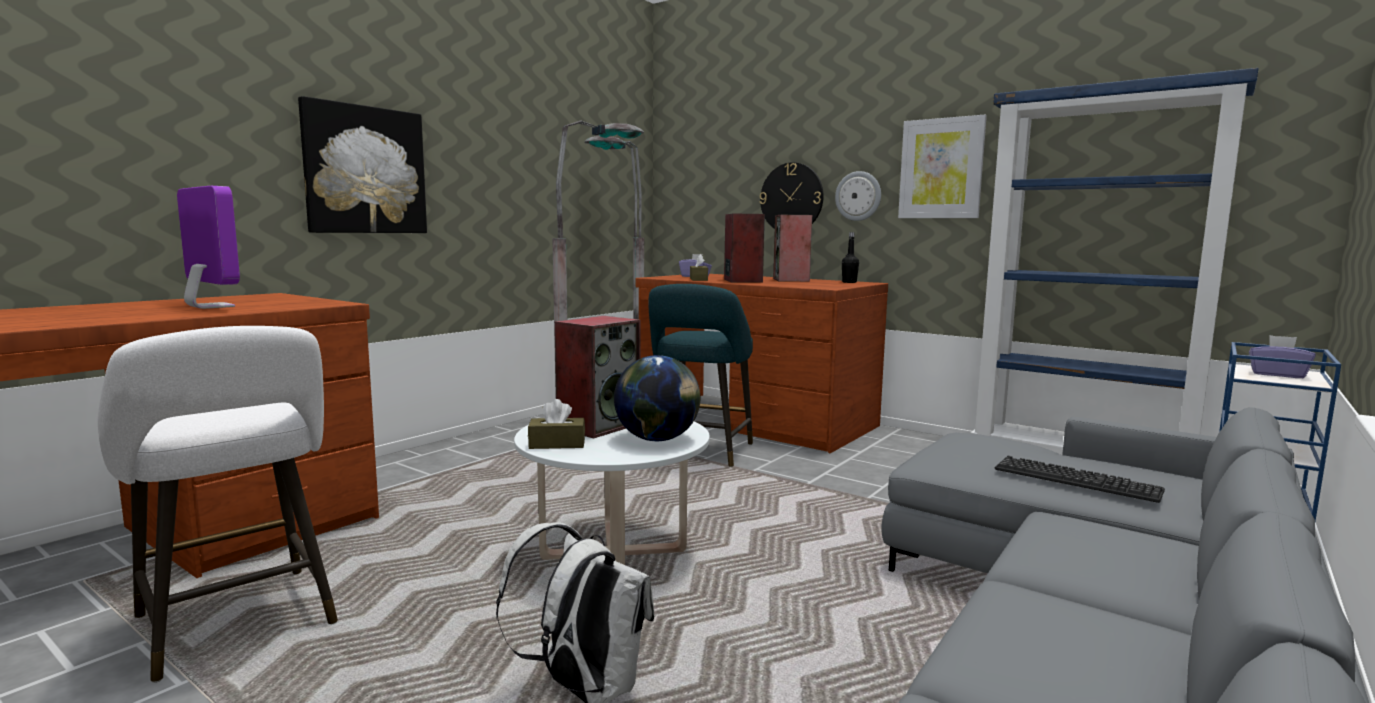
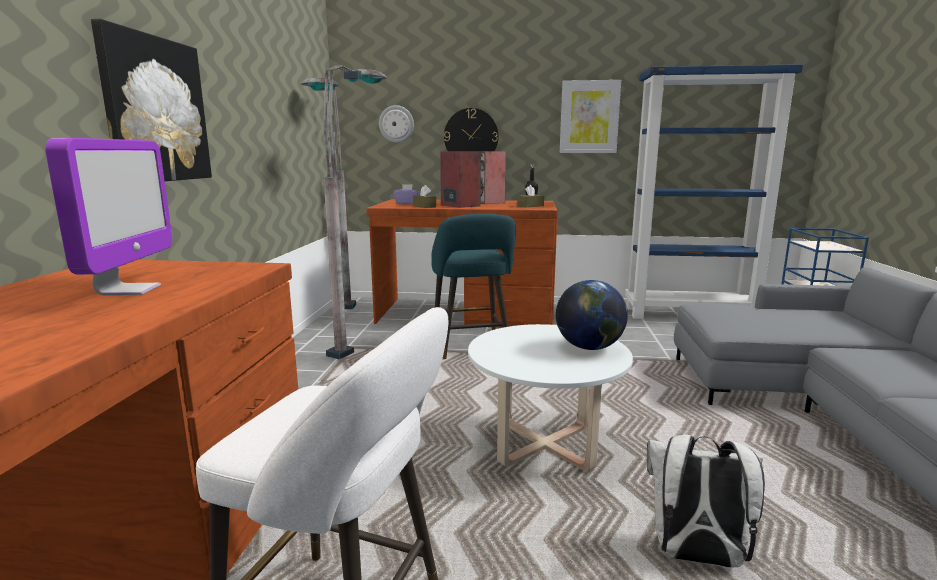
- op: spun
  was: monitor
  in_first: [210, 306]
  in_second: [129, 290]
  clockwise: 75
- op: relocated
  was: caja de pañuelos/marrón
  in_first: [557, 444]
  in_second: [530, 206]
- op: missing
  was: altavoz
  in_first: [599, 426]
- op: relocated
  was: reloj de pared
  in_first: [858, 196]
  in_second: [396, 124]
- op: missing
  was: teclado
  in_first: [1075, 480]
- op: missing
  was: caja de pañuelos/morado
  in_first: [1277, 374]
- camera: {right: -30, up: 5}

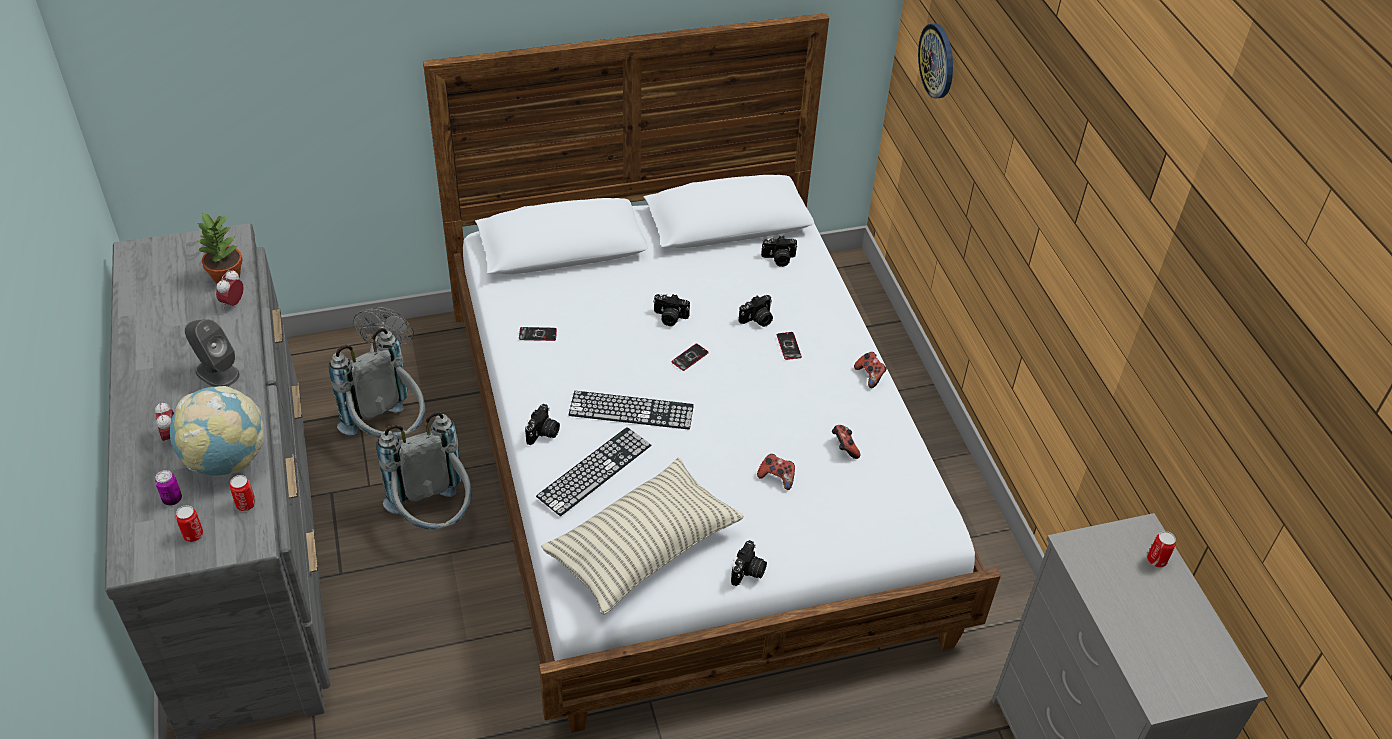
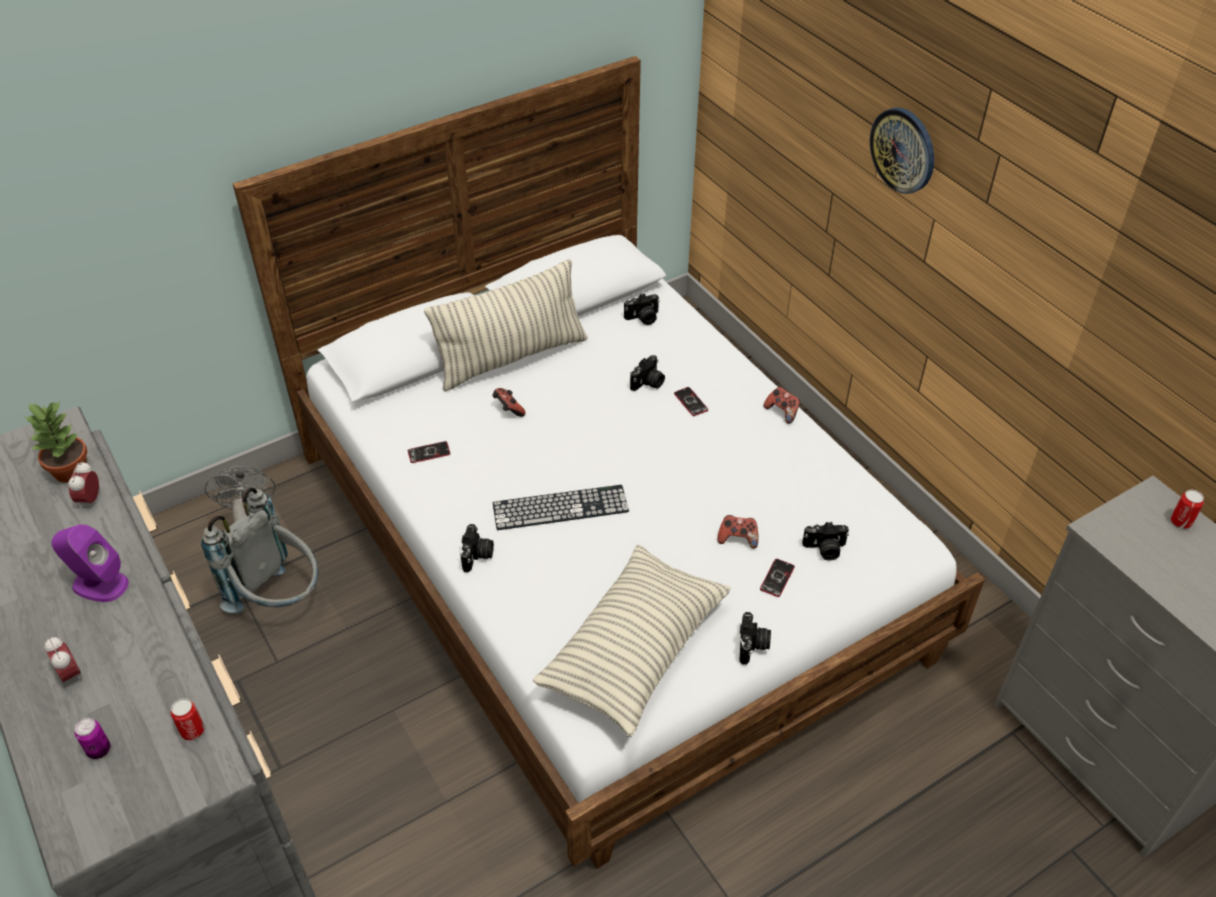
- op: missing
  was: globo terráqueo
  in_first: [226, 460]
- op: missing
  was: lata
  in_first: [193, 535]
- op: colour
  was: altavoz/gris
  now: altavoz/morado
  in_first: [217, 372]
  in_second: [99, 584]
- op: missing
  was: mochila/gris
  in_first: [435, 518]
- op: missing
  was: teclado
  in_first: [594, 471]
- op: relocated
  was: cámara
  in_first: [669, 318]
  in_second: [824, 549]
- op: relocated
  was: móvil
  in_first: [690, 357]
  in_second: [777, 578]
- op: relocated
  was: mando de consola
  in_first: [844, 448]
  in_second: [508, 409]
- op: relocated
  was: reloj de pared
  in_first: [937, 60]
  in_second: [903, 150]
- op: appeared
  now: cojín
  in_second: [511, 357]
- camera: {right: -15, up: 0}

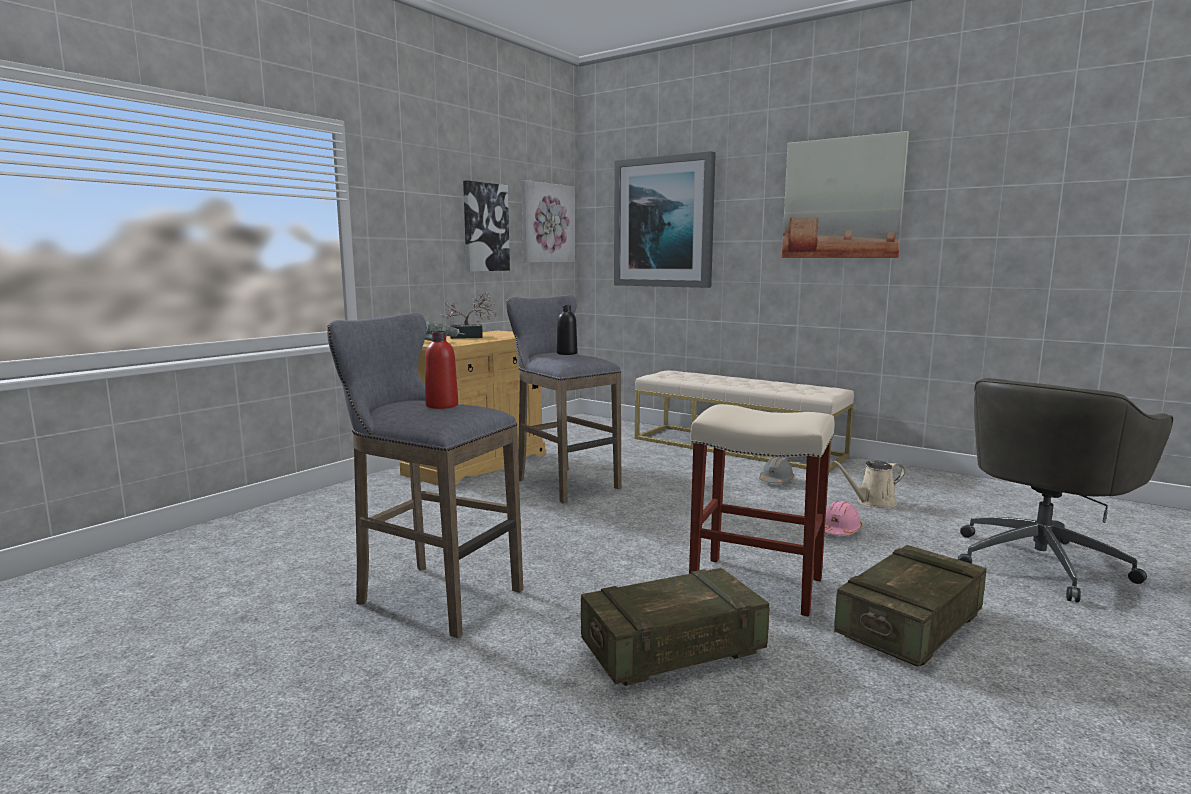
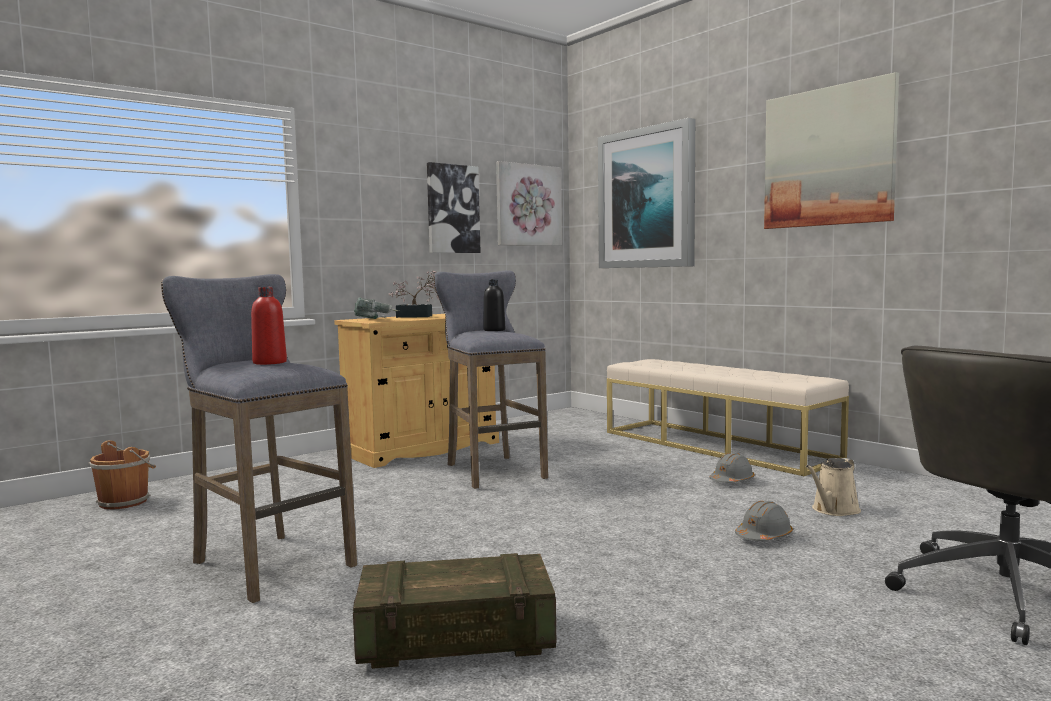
- op: missing
  was: taburete/beis
  in_first: [758, 585]
- op: colour
  was: casco/rosa
  now: casco/gris
  in_first: [839, 530]
  in_second: [763, 537]
- op: spun
  was: regadera/beis
  in_first: [872, 502]
  in_second: [833, 510]
  clockwise: -45
- op: missing
  was: caja de embalaje
  in_first: [909, 626]
- op: appeared
  now: cubo/marrón
  in_second: [126, 501]
- camera: {right: 15, up: -5}

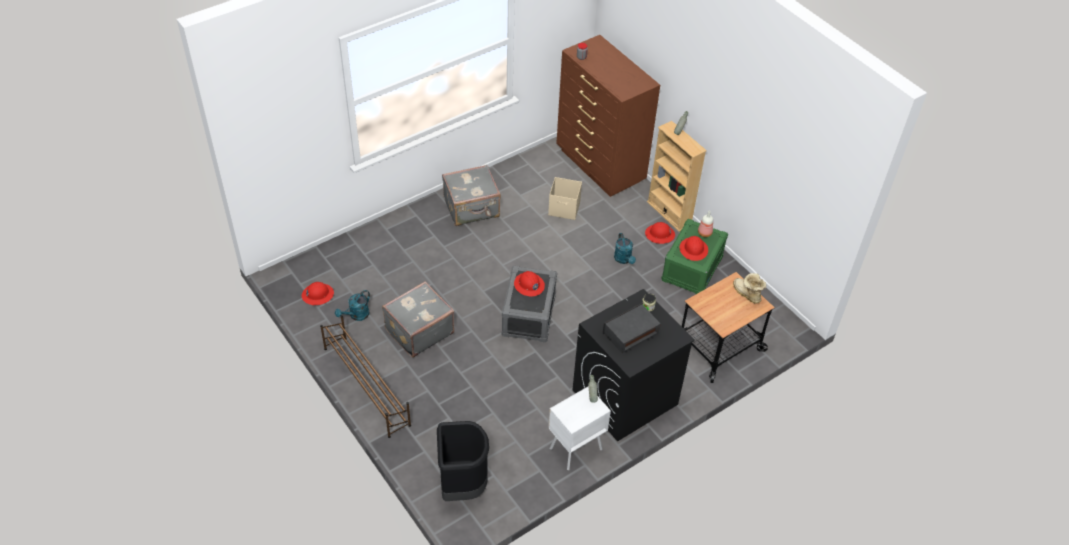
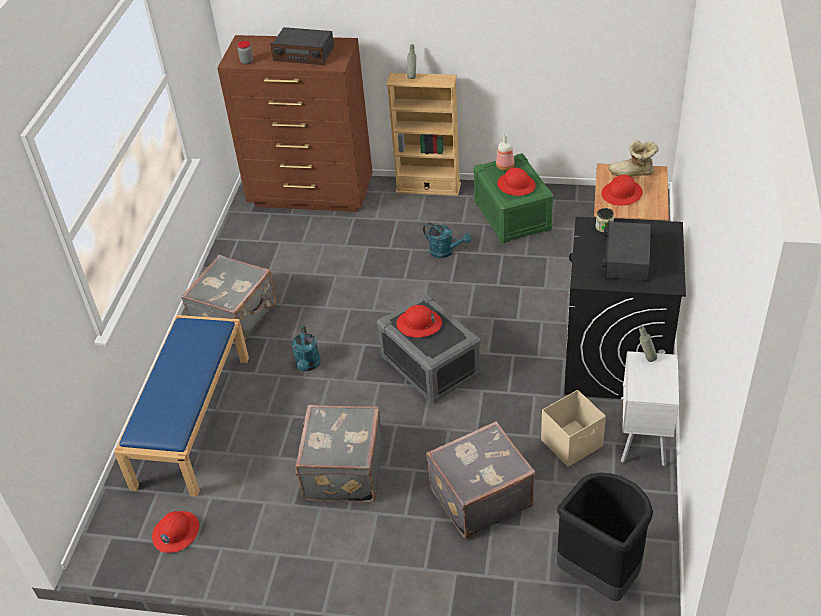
- op: missing
  was: zapatero/marrón
  in_first: [366, 385]
- op: relocated
  was: regadera/turquesa
  in_first: [356, 316]
  in_second: [308, 365]
- op: relocated
  was: caja de almacenaje/beis
  in_first: [564, 209]
  in_second: [572, 443]
- op: relocated
  was: casco/rojo
  in_first: [660, 234]
  in_second: [622, 194]
- op: appeared
  now: banco/azul
  in_second: [192, 419]
- op: appeared
  now: radio
  in_second: [304, 54]
- op: appeared
  now: maleta/gris
  in_second: [479, 496]
- camera: {right: -40, up: -5}

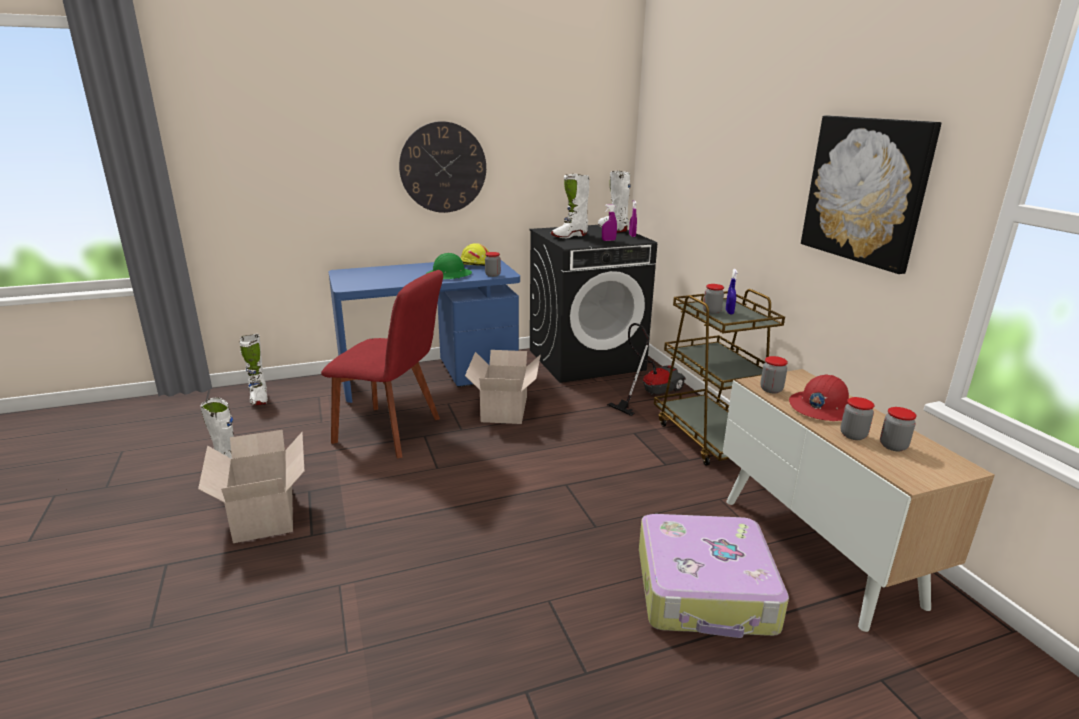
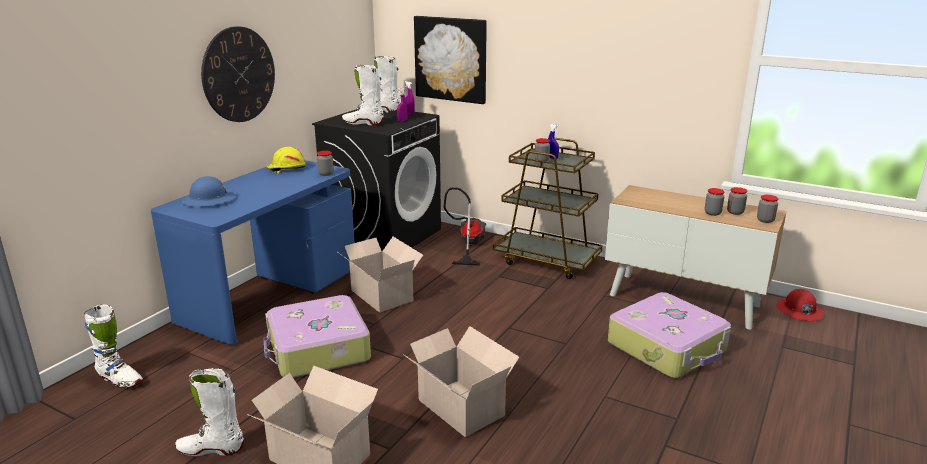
- op: exchanged
  was: silla/rojo
  now: maleta
  in_first: [392, 431]
  in_second: [318, 349]
- op: missing
  was: casco/verde
  in_first: [449, 275]
- op: spun
  was: bota/blanco
  in_first: [569, 236]
  in_second: [363, 123]
  clockwise: 90
- op: relocated
  was: tarro
  in_first: [771, 389]
  in_second: [765, 220]
- op: relocated
  was: casco/rojo
  in_first: [822, 407]
  in_second: [799, 311]
- op: relocated
  was: cuadro
  in_first: [866, 190]
  in_second: [451, 59]
- op: appeared
  now: casco/azul
  in_second: [209, 200]
- op: appeared
  now: caja de cartón
  in_second: [459, 406]
- camera: {right: -40, up: 0}

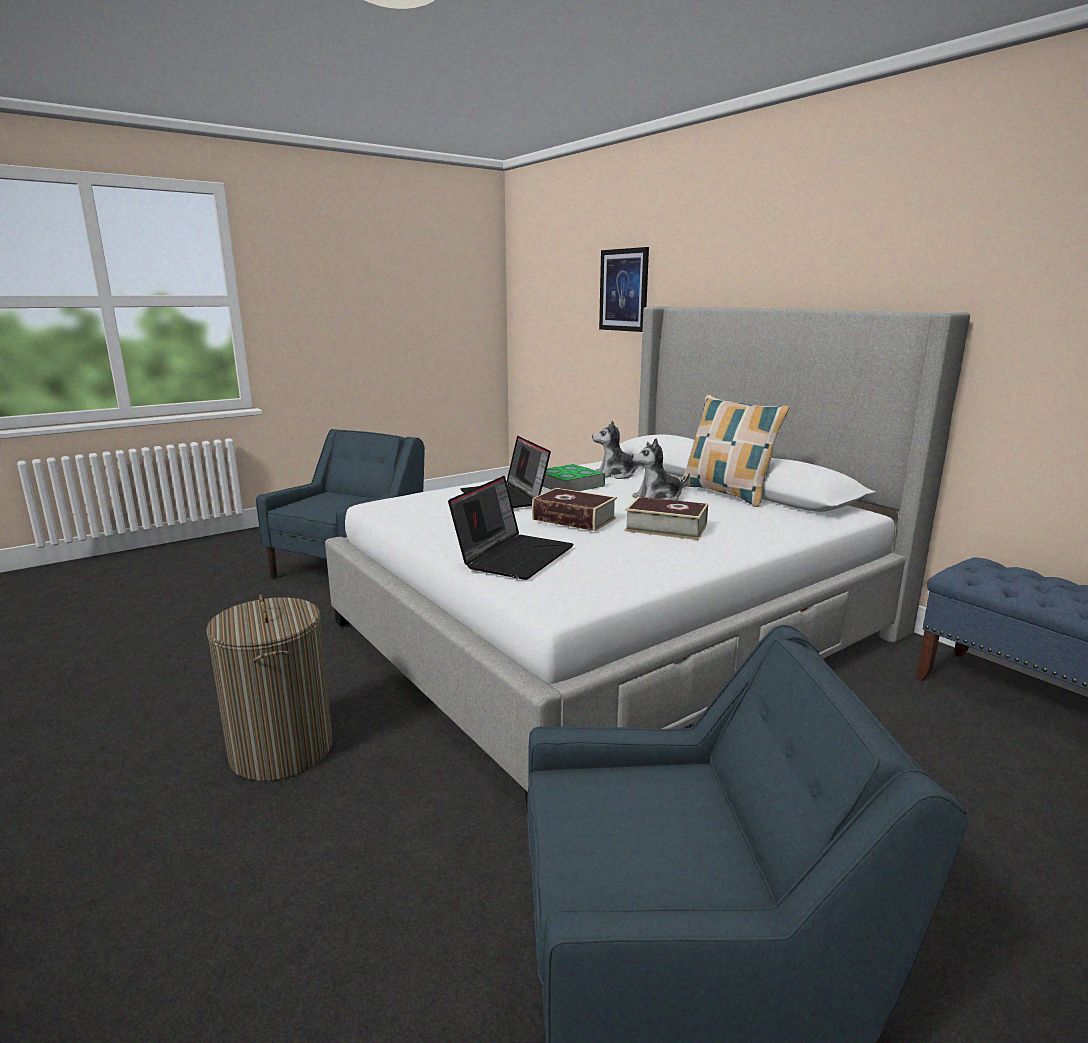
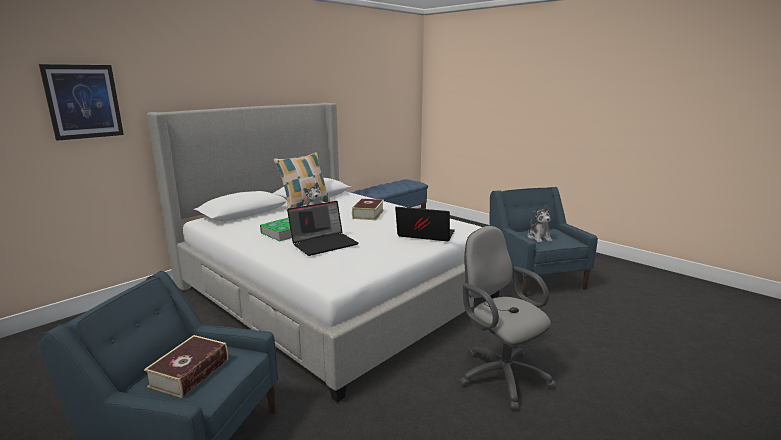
- op: exchanged
  was: cesto de la ropa
  now: silla de oficina/gris
  in_first: [282, 750]
  in_second: [499, 374]
- op: relocated
  was: libro
  in_first: [574, 519]
  in_second: [190, 373]
- op: relocated
  was: peluche
  in_first: [615, 475]
  in_second: [539, 238]
- camera: {right: -100, up: 0}

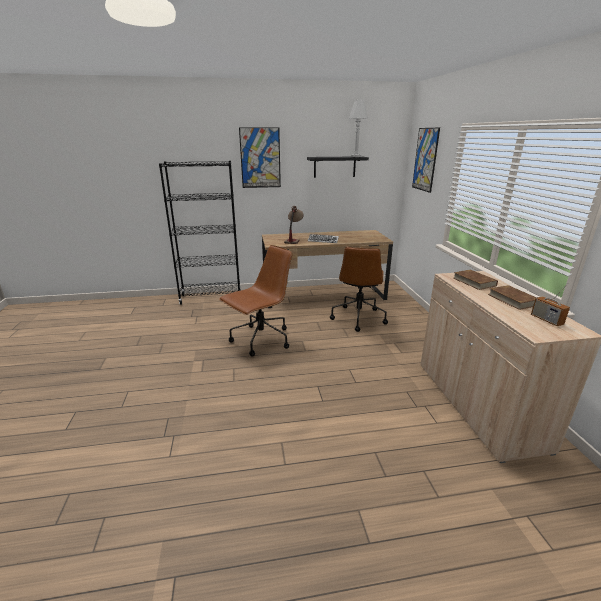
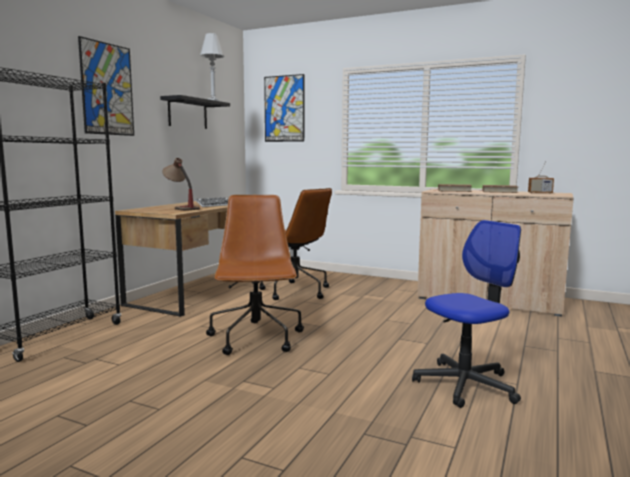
- op: appeared
  now: silla de oficina
  in_second: [465, 385]
- camera: {right: -55, up: -15}

